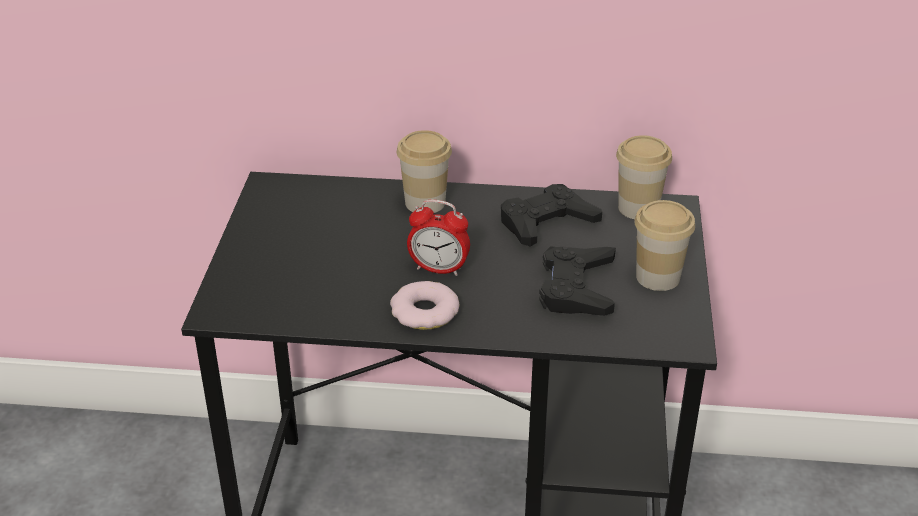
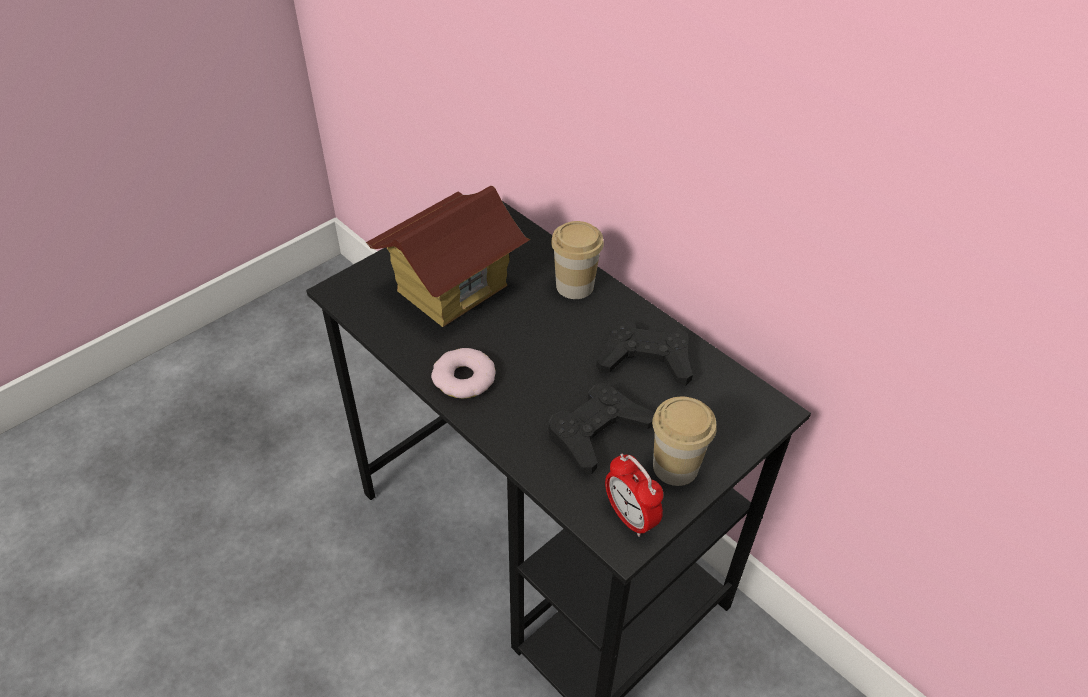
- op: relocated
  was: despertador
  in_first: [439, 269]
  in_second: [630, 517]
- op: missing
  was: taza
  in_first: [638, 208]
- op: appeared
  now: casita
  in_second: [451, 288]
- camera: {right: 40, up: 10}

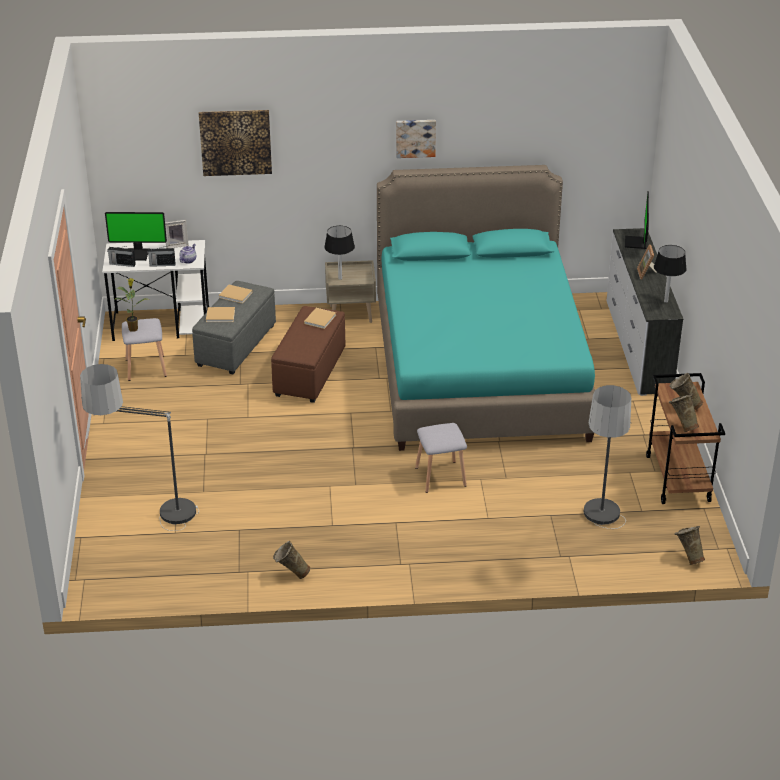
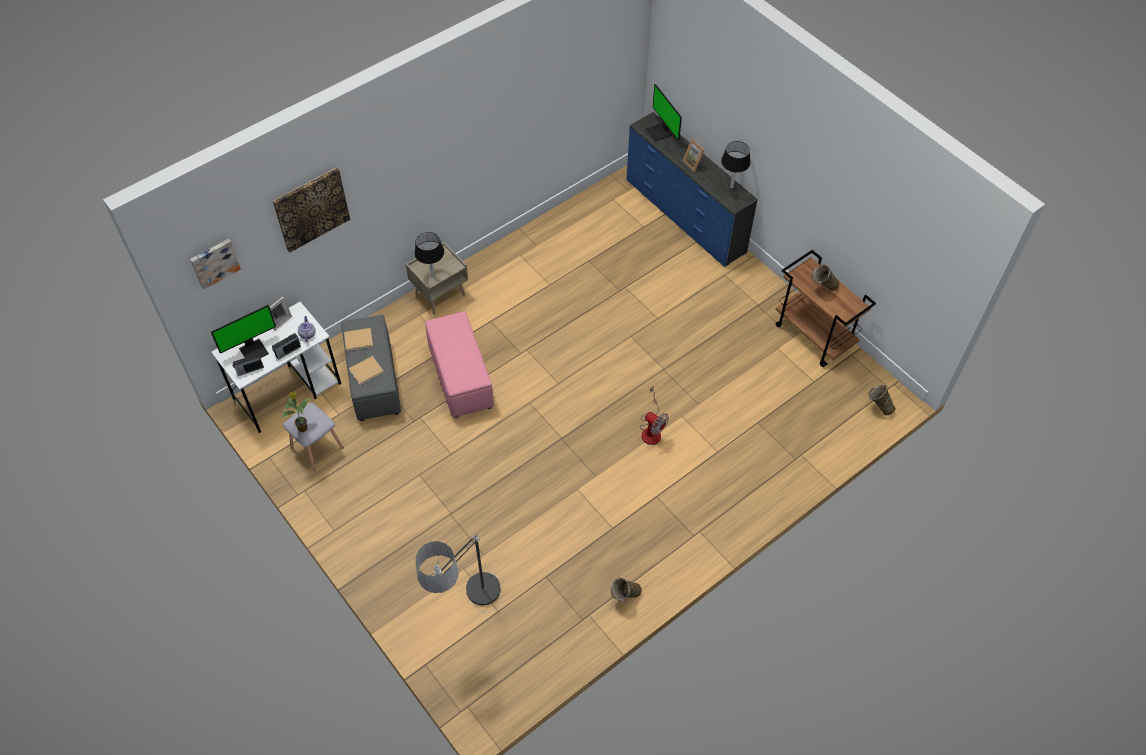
- op: colour
  was: puf/marrón
  now: puf/rosa
  in_first: [310, 372]
  in_second: [460, 376]
- op: missing
  was: libro/beis
  in_first: [320, 319]
- op: missing
  was: cama/turquesa
  in_first: [479, 368]
- op: relocated
  was: cuadro
  in_first: [415, 137]
  in_second: [214, 262]
- op: exchanged
  was: taburete/gris
  now: ventilador
  in_first: [441, 476]
  in_second: [651, 429]
- op: missing
  was: lámpara de pie
  in_first: [600, 533]
- op: colour
  was: cómoda/blanco
  now: cómoda/azul
  in_first: [638, 346]
  in_second: [685, 216]
- op: missing
  was: florero/beis
  in_first: [682, 426]
- camera: {right: -35, up: 20}

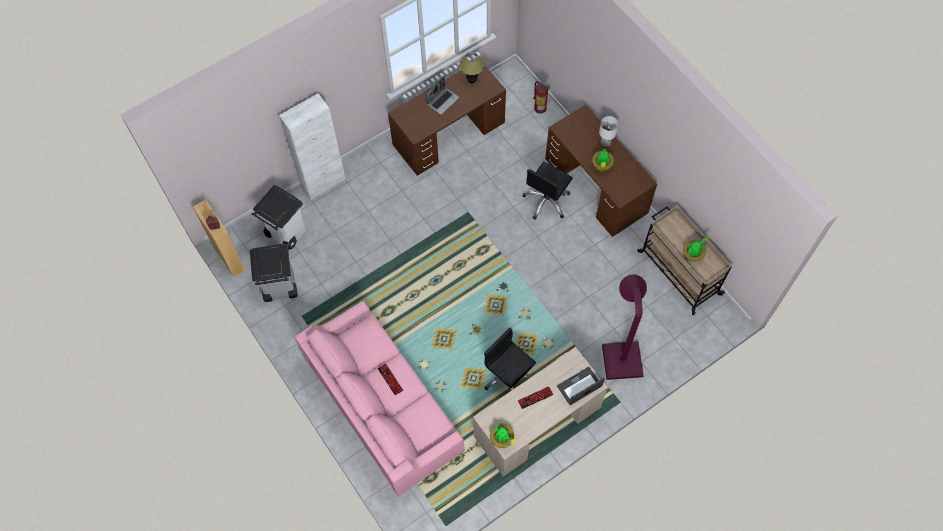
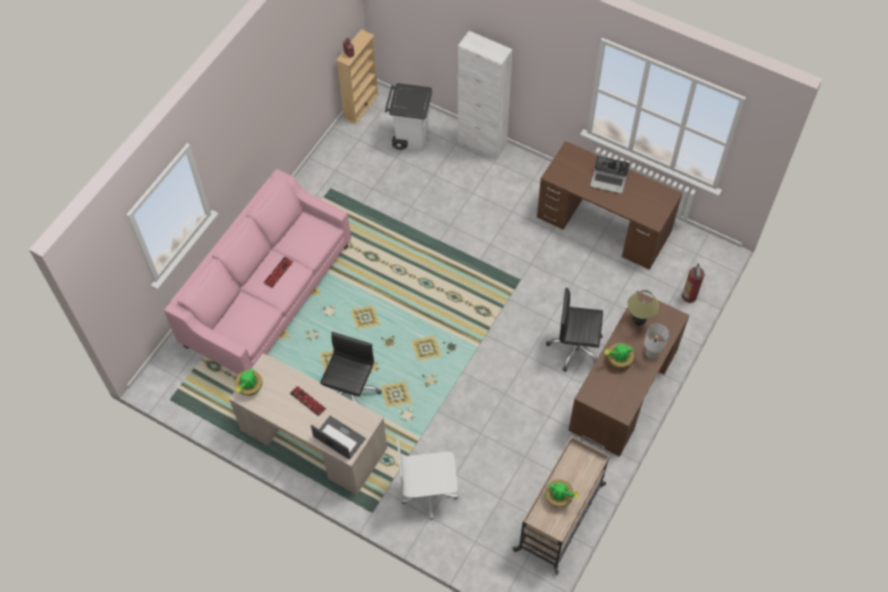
- op: missing
  was: papelera/gris
  in_first: [279, 288]
- op: relocated
  was: lámpara de mesa
  in_first: [471, 81]
  in_second: [638, 322]
- op: exchanged
  was: lámpara de pie/morado
  now: silla de oficina/blanco
  in_first: [621, 354]
  in_second: [429, 492]
- camera: {right: 65, up: -5}

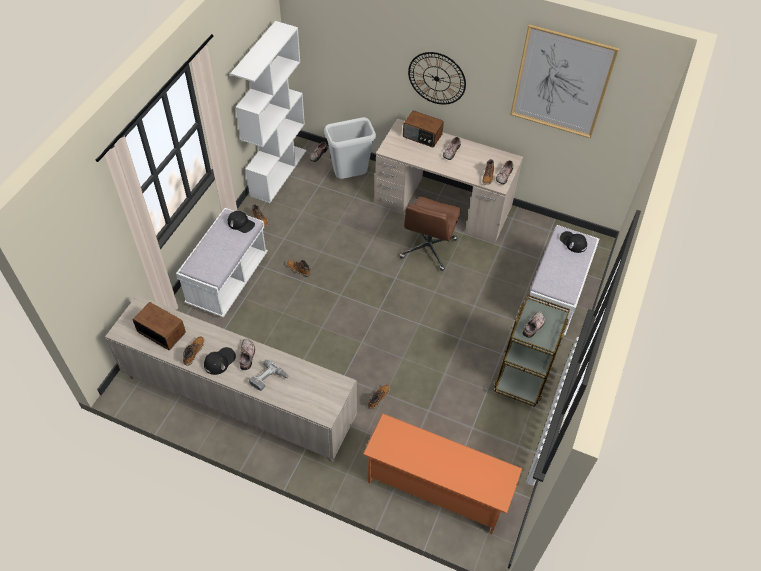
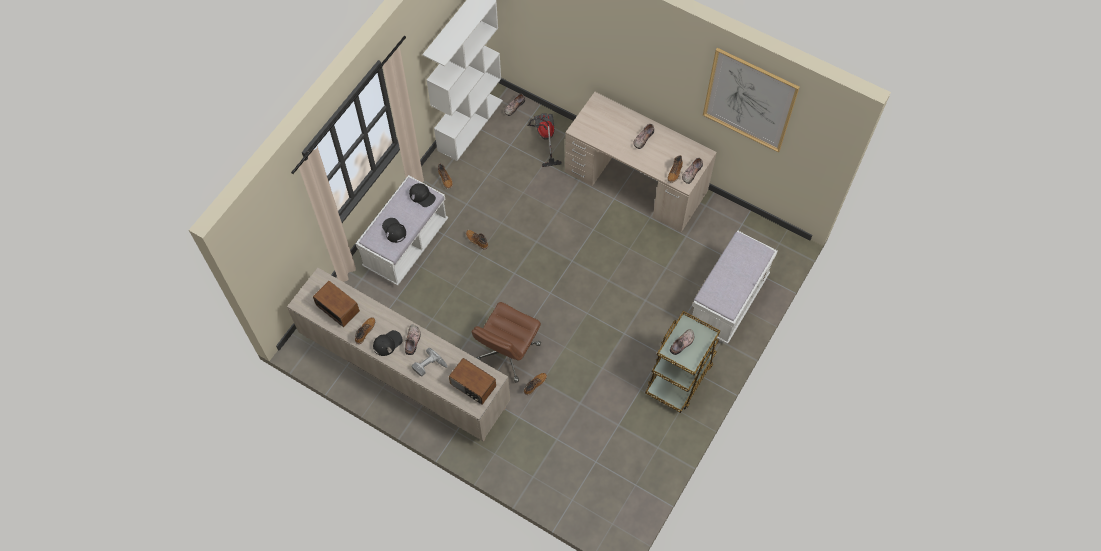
- op: exchanged
  was: papelera/gris
  now: aspiradora
  in_first: [350, 177]
  in_second: [544, 138]
- op: missing
  was: zapatero/naranja
  in_first: [436, 487]
- op: relocated
  was: silla de oficina/marrón
  in_first: [428, 249]
  in_second: [507, 353]
- op: relocated
  was: radio
  in_first: [422, 136]
  in_second: [473, 386]
- op: missing
  was: reloj de pared
  in_first: [436, 78]
- op: relocated
  was: gorra/negro
  in_first: [573, 242]
  in_second: [394, 230]
- camera: {right: 10, up: 10}

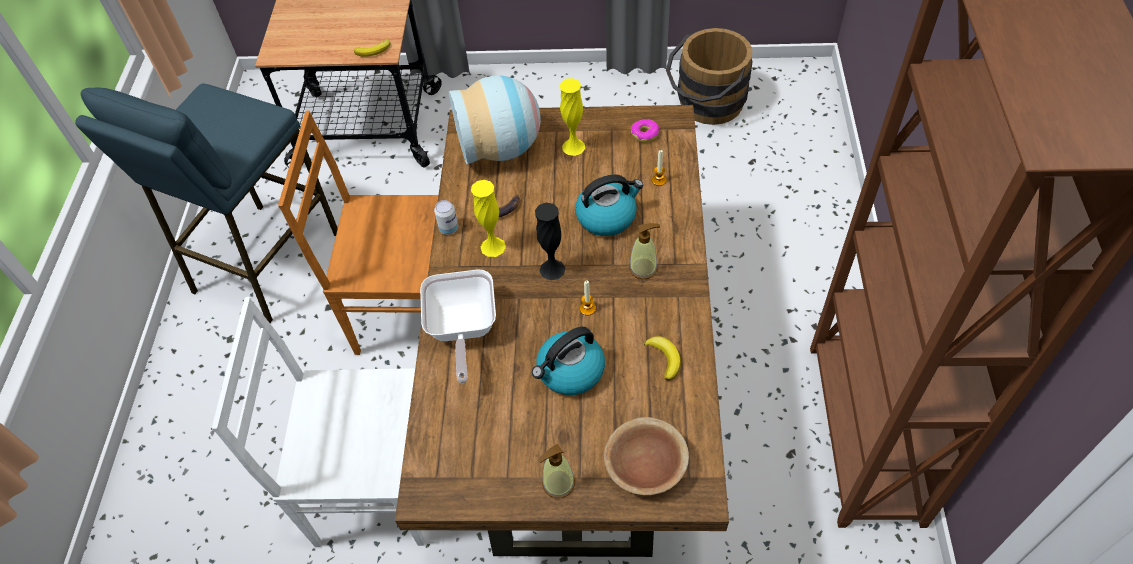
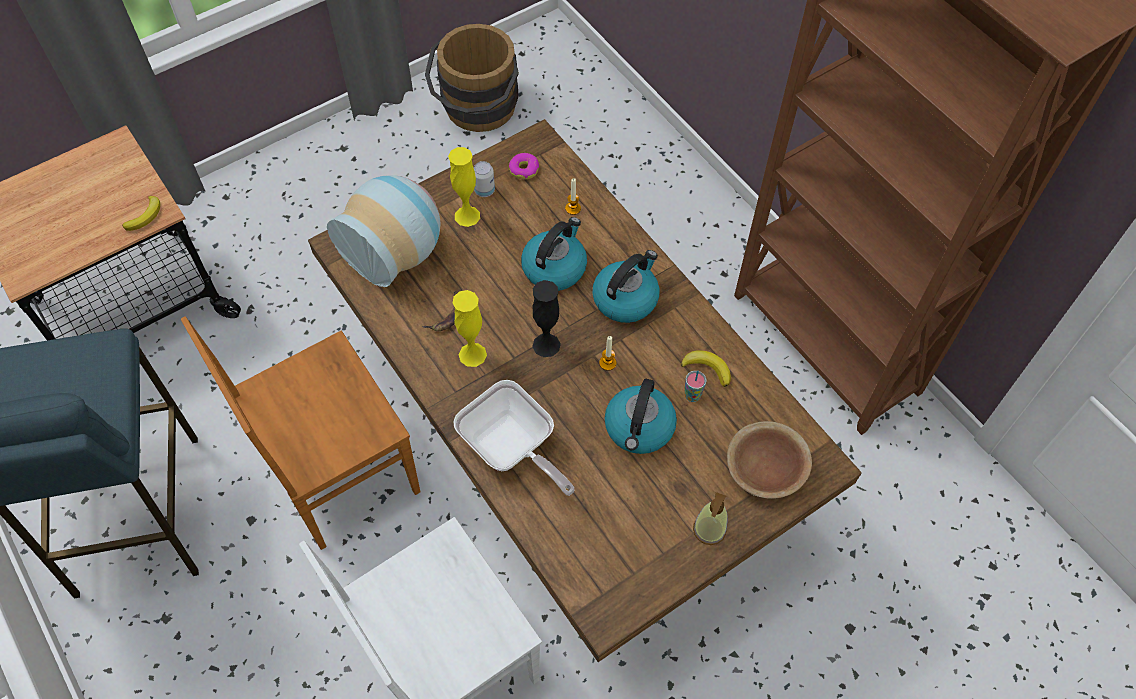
- op: relocated
  was: lata
  in_first: [448, 228]
  in_second: [484, 191]
- op: exchanged
  was: dispensador de jabón
  now: hervidor
  in_first: [643, 268]
  in_second: [625, 298]
- op: appeared
  now: taza
  in_second: [692, 395]
- camera: {right: -40, up: 5}

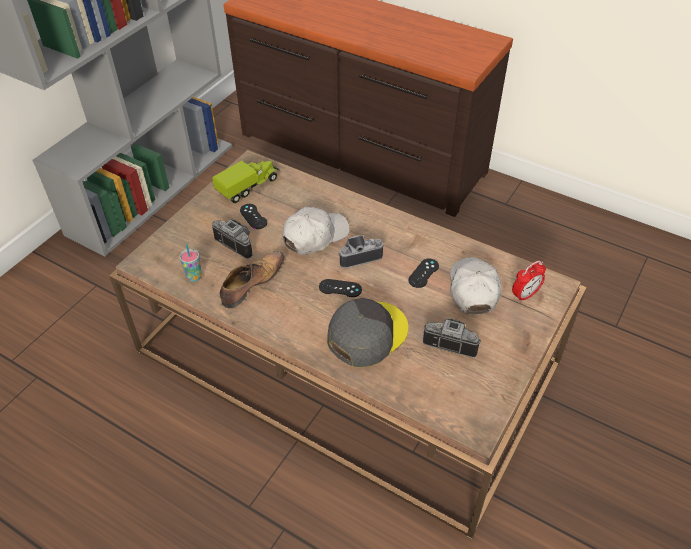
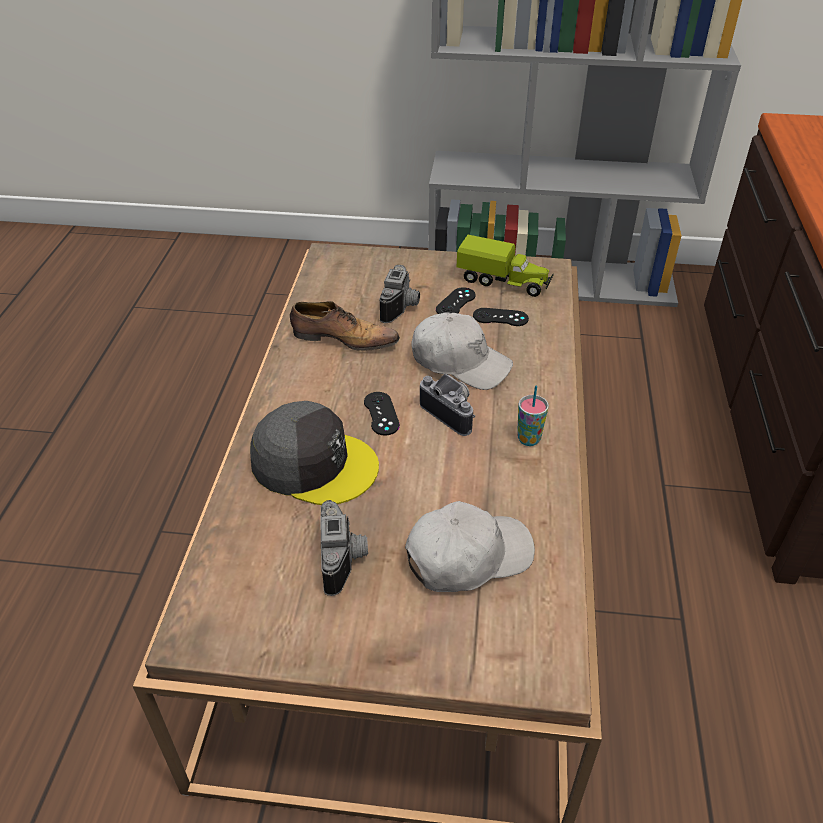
- op: relocated
  was: taza
  in_first: [194, 276]
  in_second: [528, 439]
- op: relocated
  was: mando de consola/negro
  in_first: [423, 273]
  in_second: [500, 317]
- op: missing
  was: despertador
  in_first: [525, 295]
- camera: {right: 65, up: -5}

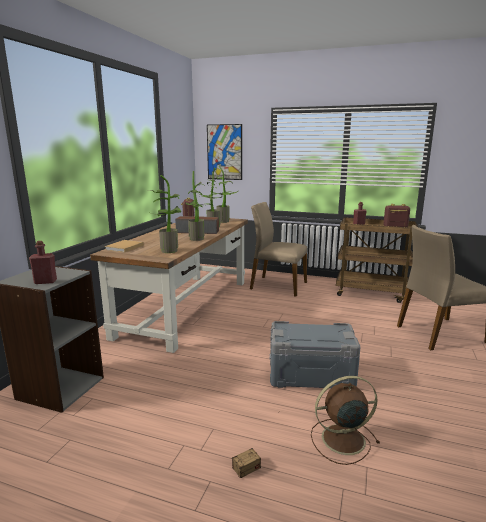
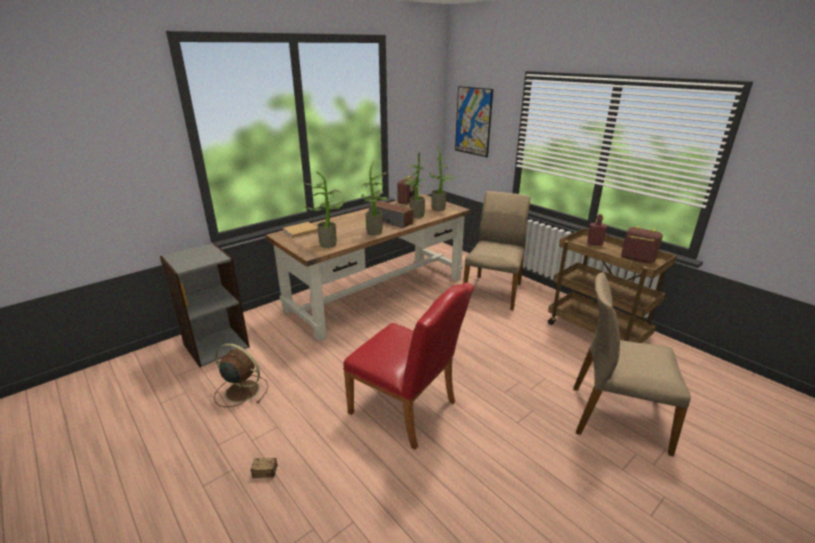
- op: missing
  was: botella/rojo
  in_first: [45, 282]
- op: spun
  was: silla/beis
  in_first: [278, 285]
  in_second: [493, 291]
  clockwise: 60
- op: exchanged
  was: caja de almacenaje/gris
  now: silla/rojo
  in_first: [311, 375]
  in_second: [408, 410]
- op: relocated
  was: ventilador/marrón
  in_first: [341, 439]
  in_second: [241, 390]
- camera: {right: 30, up: 10}

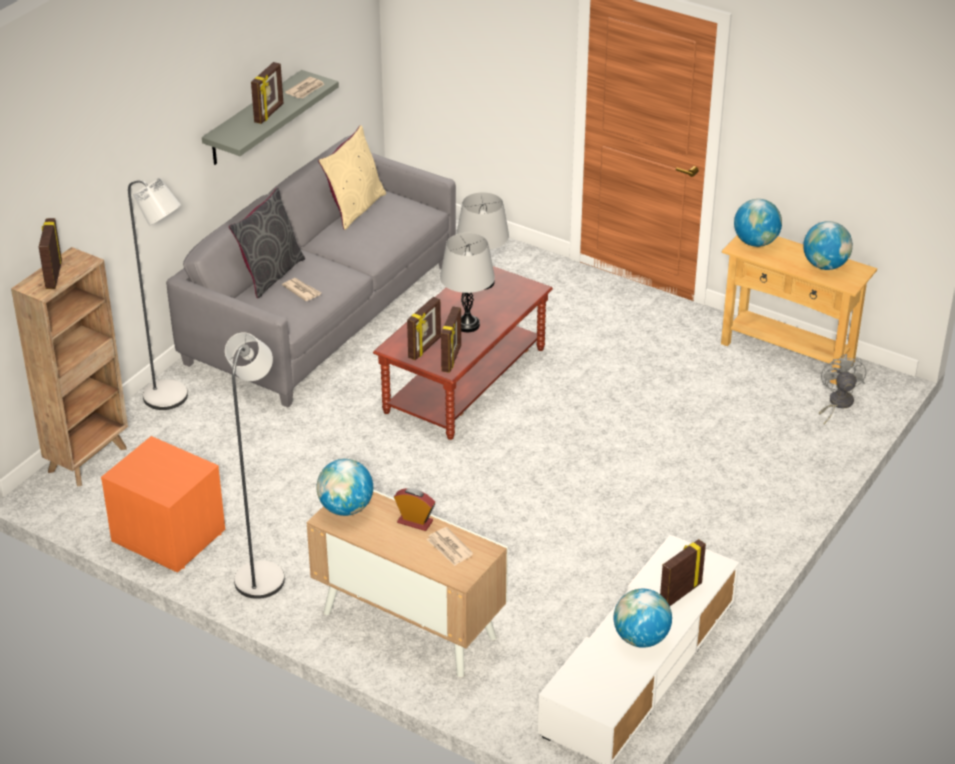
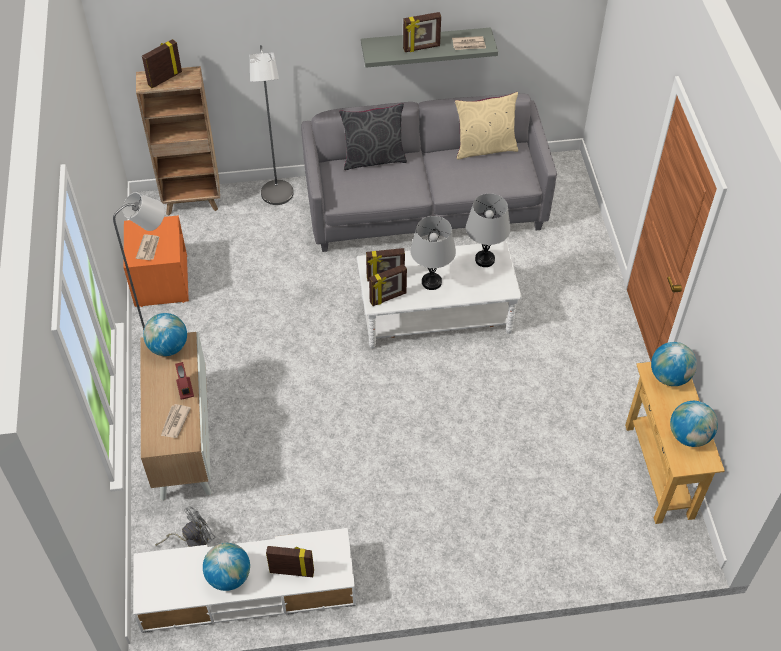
- op: relocated
  was: periódico
  in_first: [301, 290]
  in_second: [148, 248]
- op: colour
  was: mesa de centro/marrón
  now: mesa de centro/blanco
  in_first: [465, 380]
  in_second: [436, 315]
- op: relocated
  was: ventilador/gris
  in_first: [837, 404]
  in_second: [192, 539]
- camera: {right: 50, up: 15}

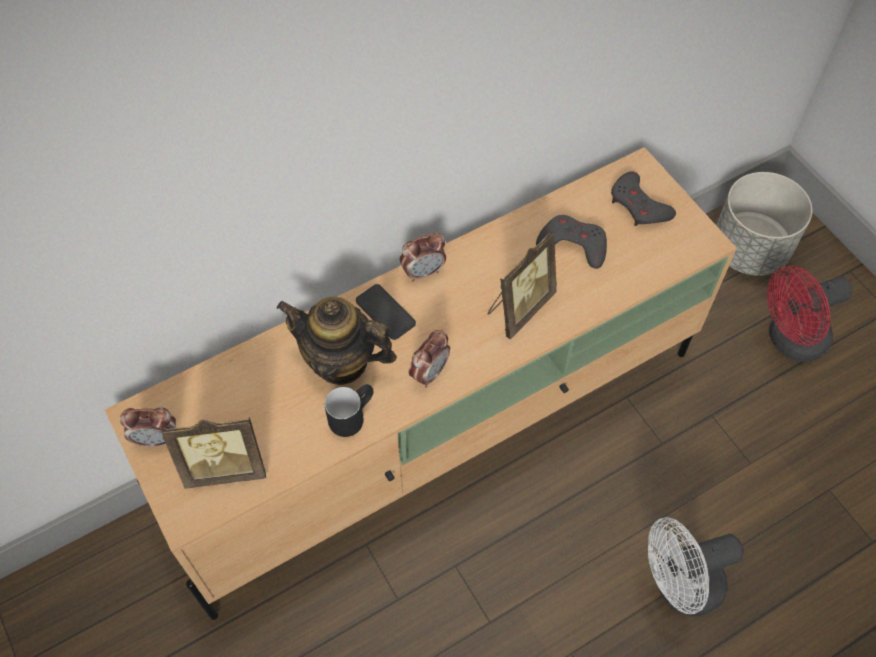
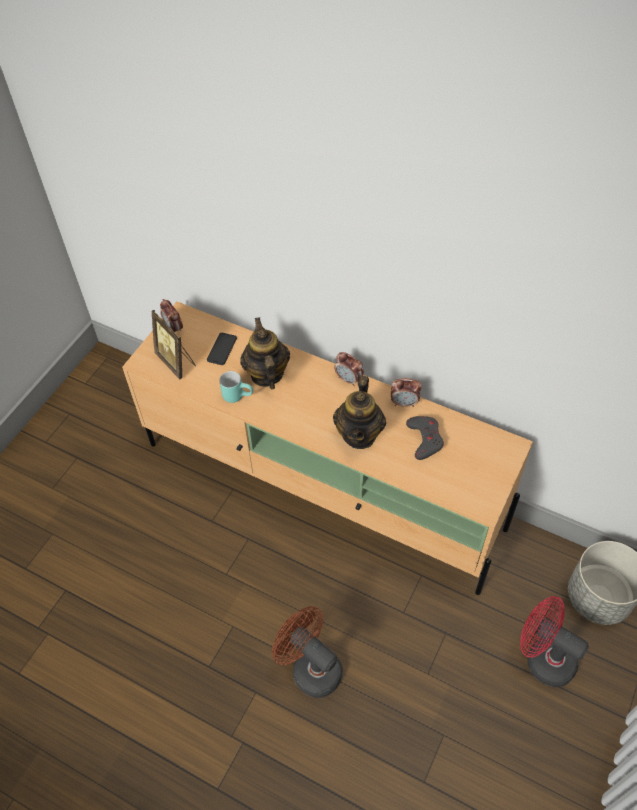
- op: colour
  was: taza grande/negro
  now: taza grande/turquesa
  in_first: [350, 415]
  in_second: [238, 395]
- op: relocated
  was: móvil
  in_first: [385, 312]
  in_second: [222, 349]
- op: relocated
  was: despertador
  in_first: [429, 373]
  in_second: [404, 403]
- op: exchanged
  was: portarretratos
  now: tetera
  in_first: [519, 307]
  in_second: [359, 434]
- op: missing
  was: mando de consola/gris
  in_first: [639, 205]
- op: colour
  was: ventilador/blanco
  now: ventilador/marrón
  in_first: [678, 587]
  in_second: [310, 667]
- camera: {right: 60, up: -5}

